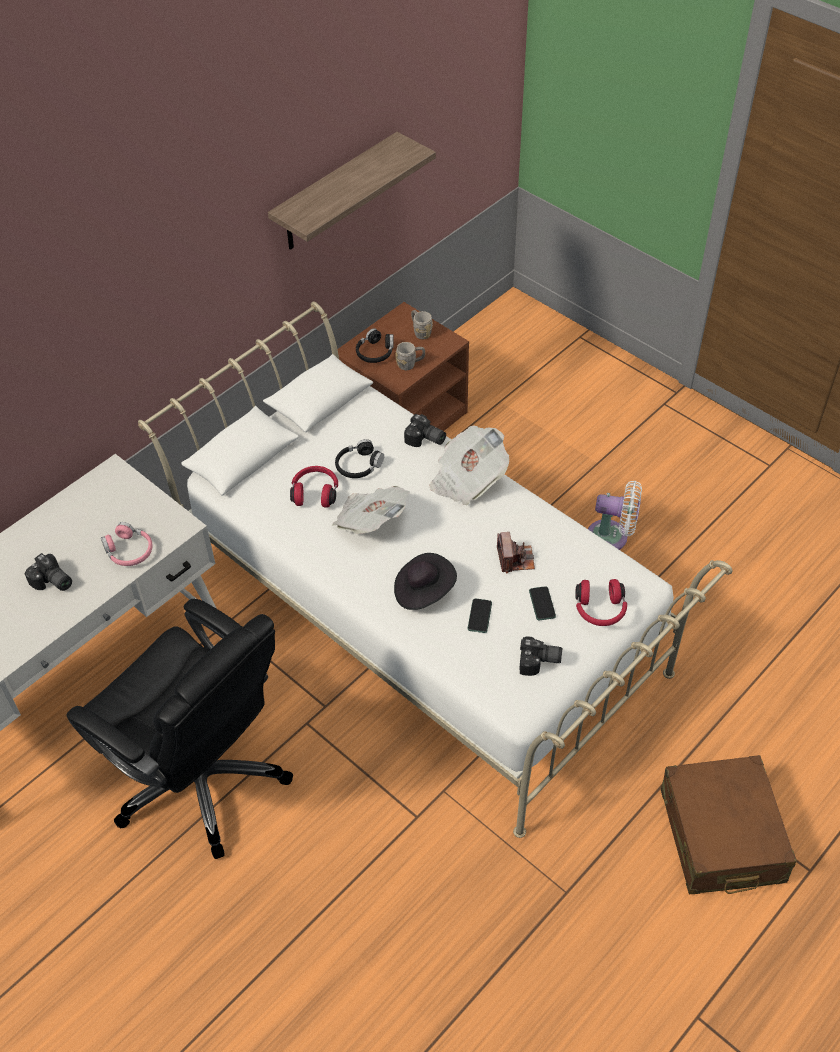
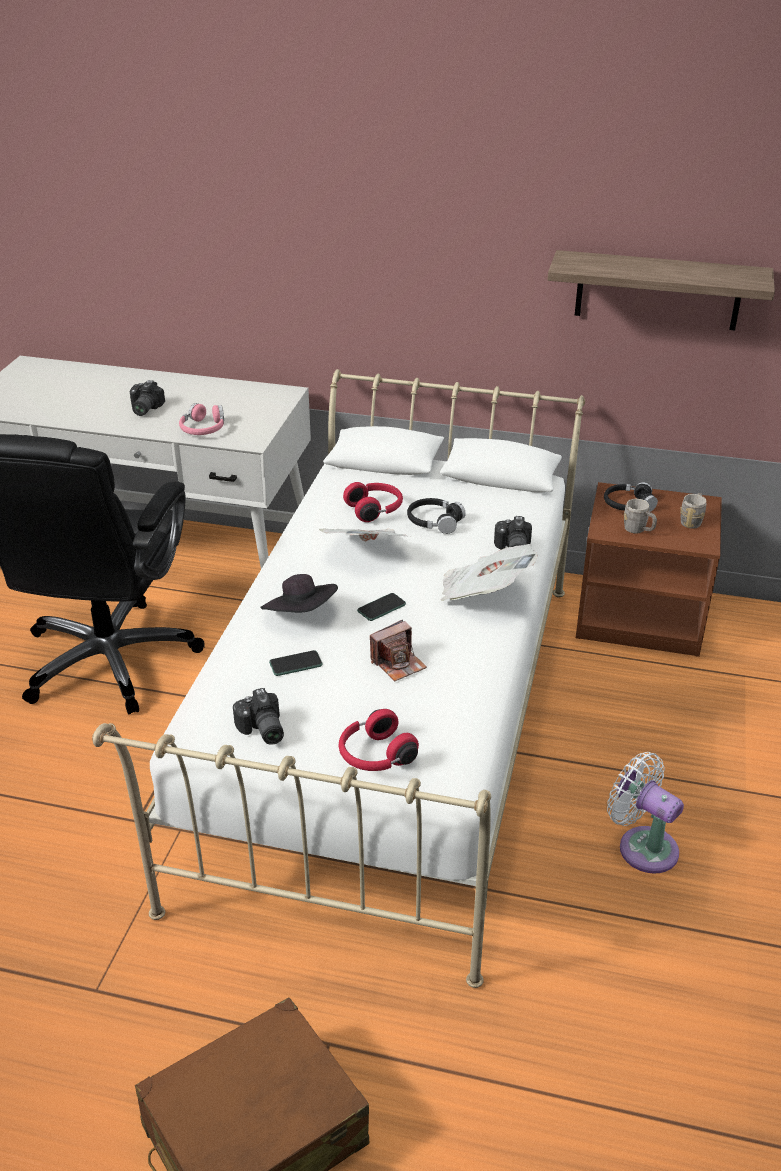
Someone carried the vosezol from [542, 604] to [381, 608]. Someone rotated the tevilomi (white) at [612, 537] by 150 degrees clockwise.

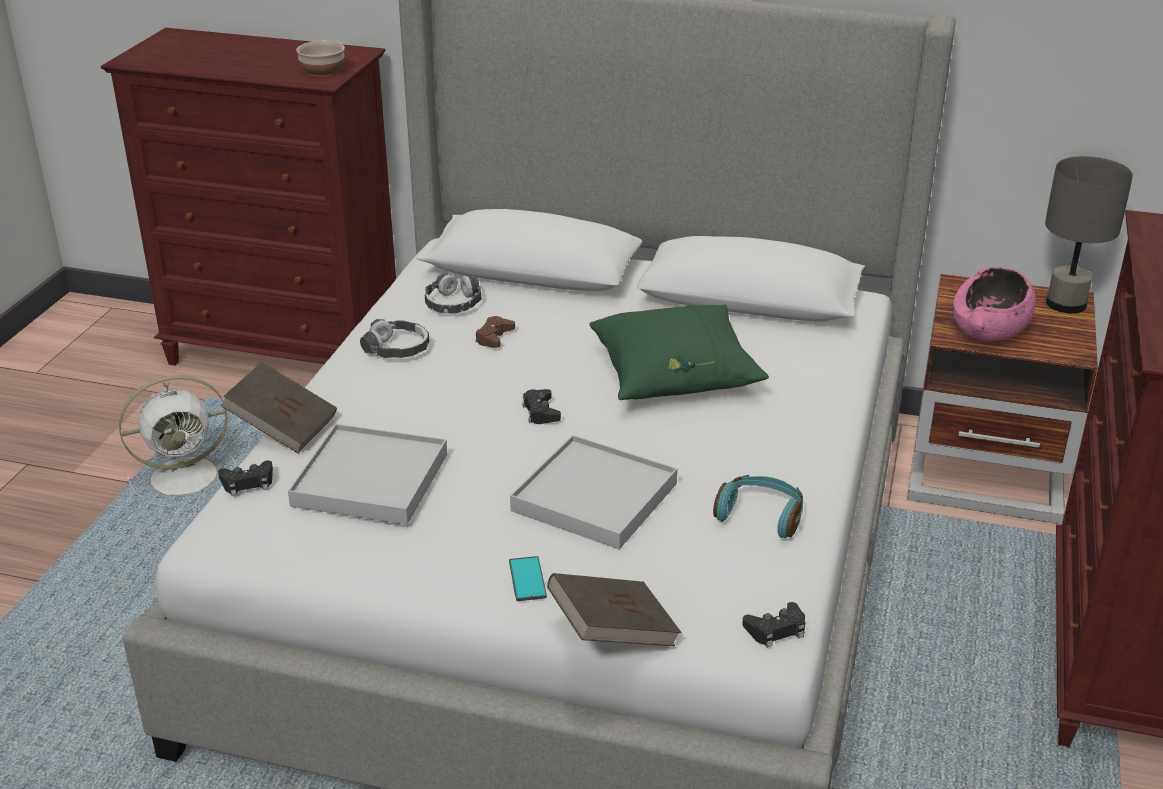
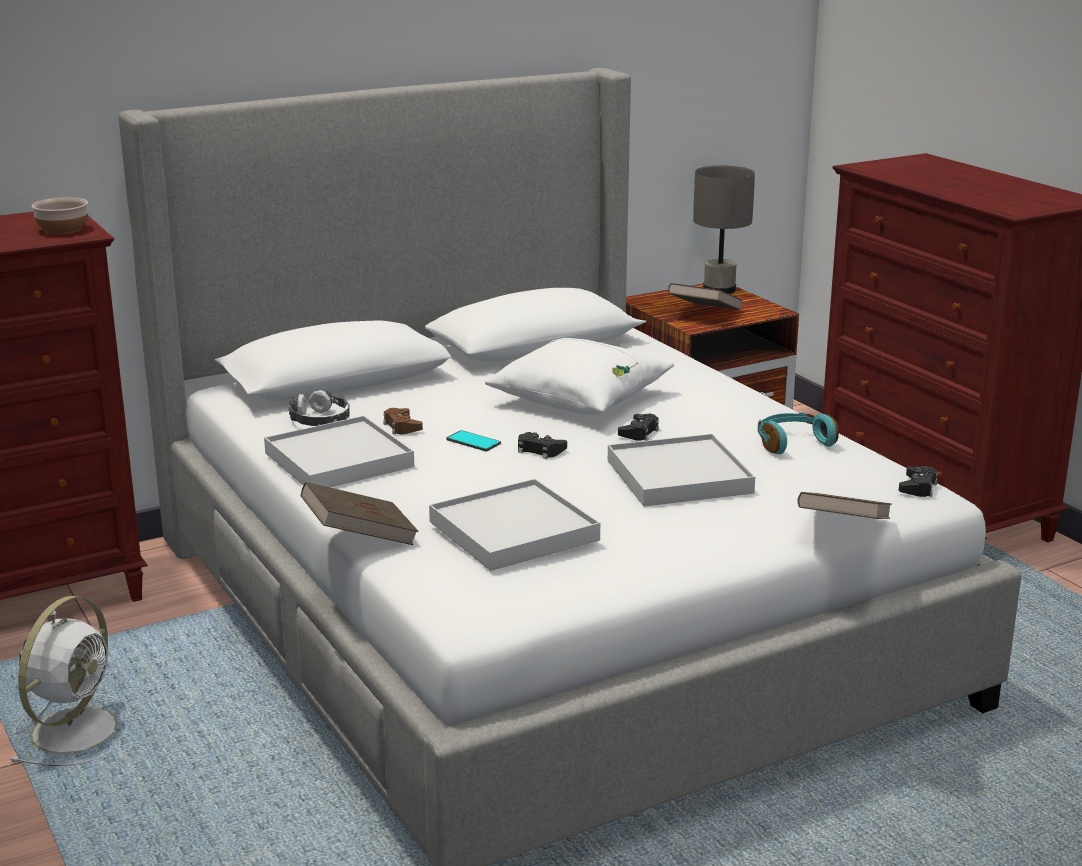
Someone carried the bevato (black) from [248, 482] to [639, 432]. Someone swapped the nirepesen at [397, 348] for the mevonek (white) at [339, 460]. Someone carried the vosezol from [527, 579] to [473, 442]. Someone repainted the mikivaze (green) at [674, 375], which became the mikivaze (white) at [579, 400]. Someone swapped the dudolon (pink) at [990, 328] for the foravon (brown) at [704, 314].

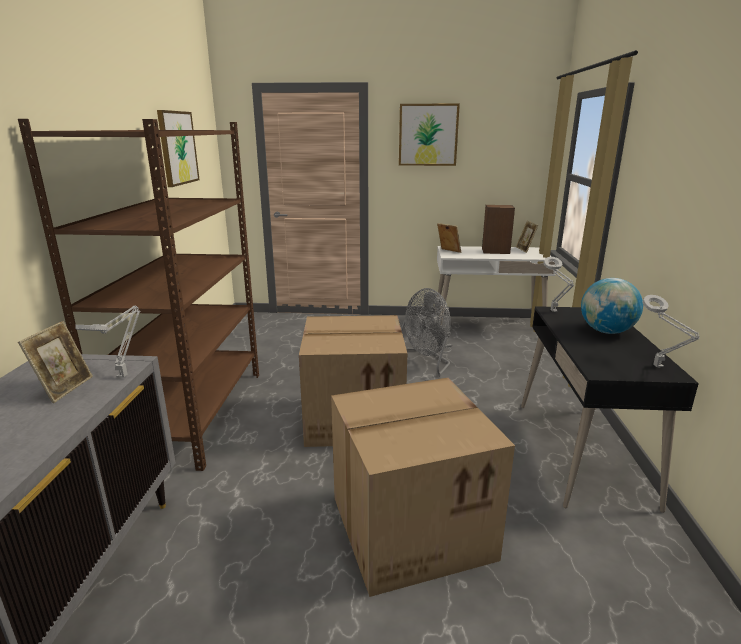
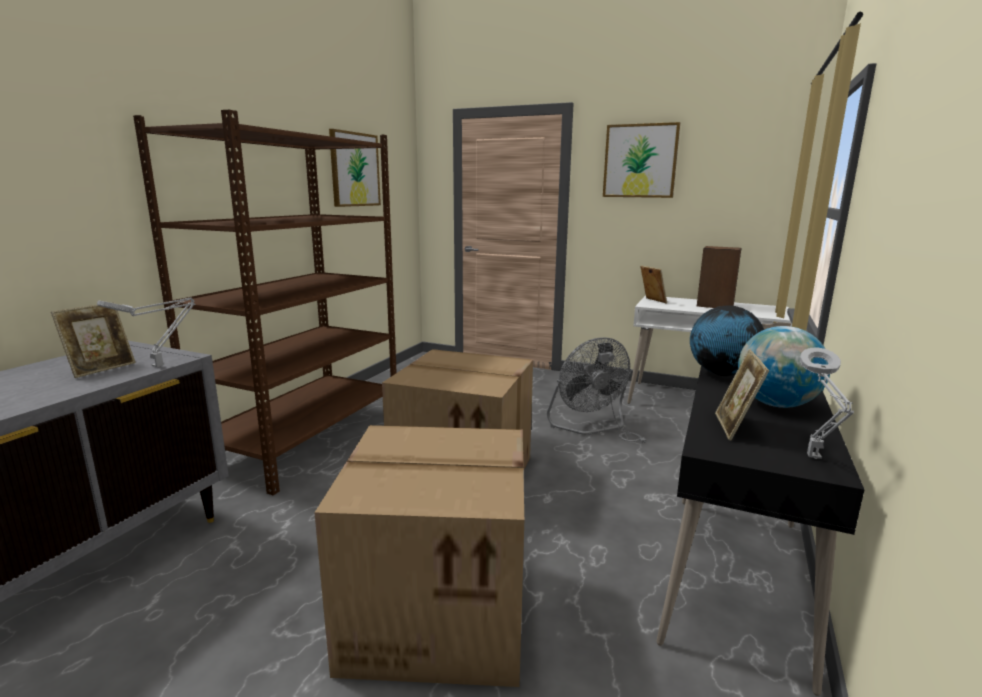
Someone rotated the tevilomi (grey) at [429, 358] by 75 degrees clockwise. Someone carried the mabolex from [525, 250] to [735, 427]. Someone swapped the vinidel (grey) at [554, 312] for the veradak at [721, 374].

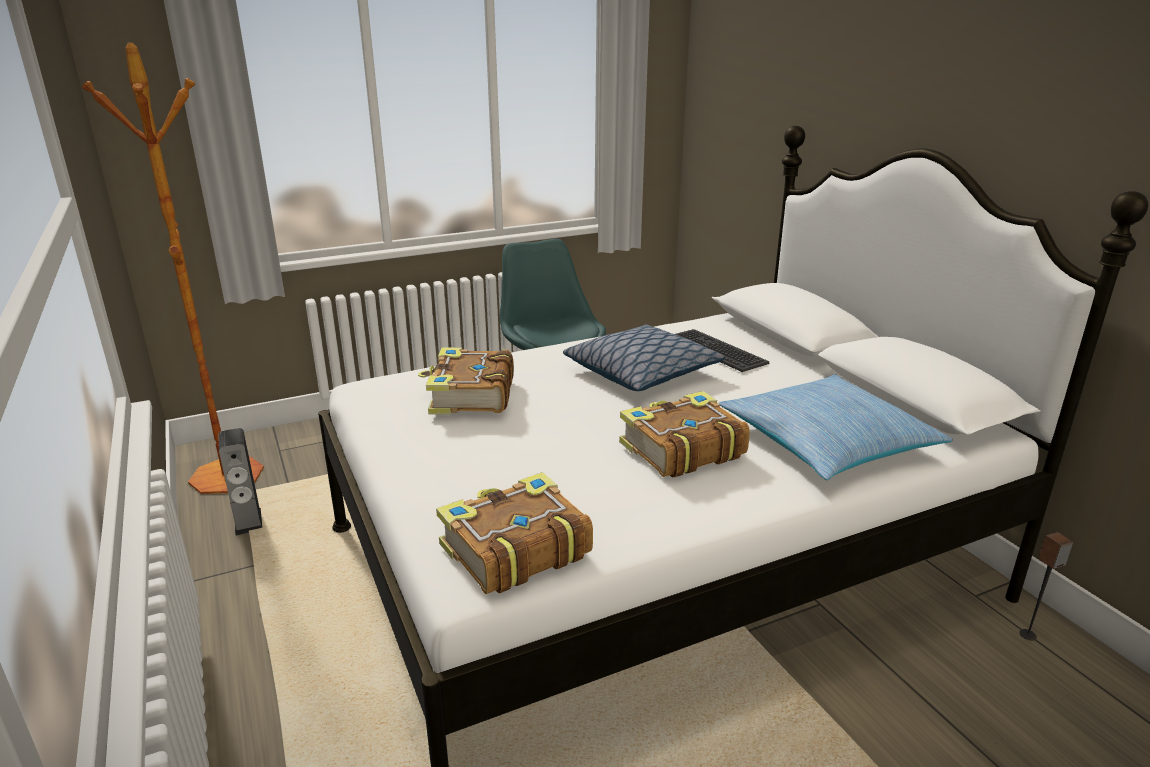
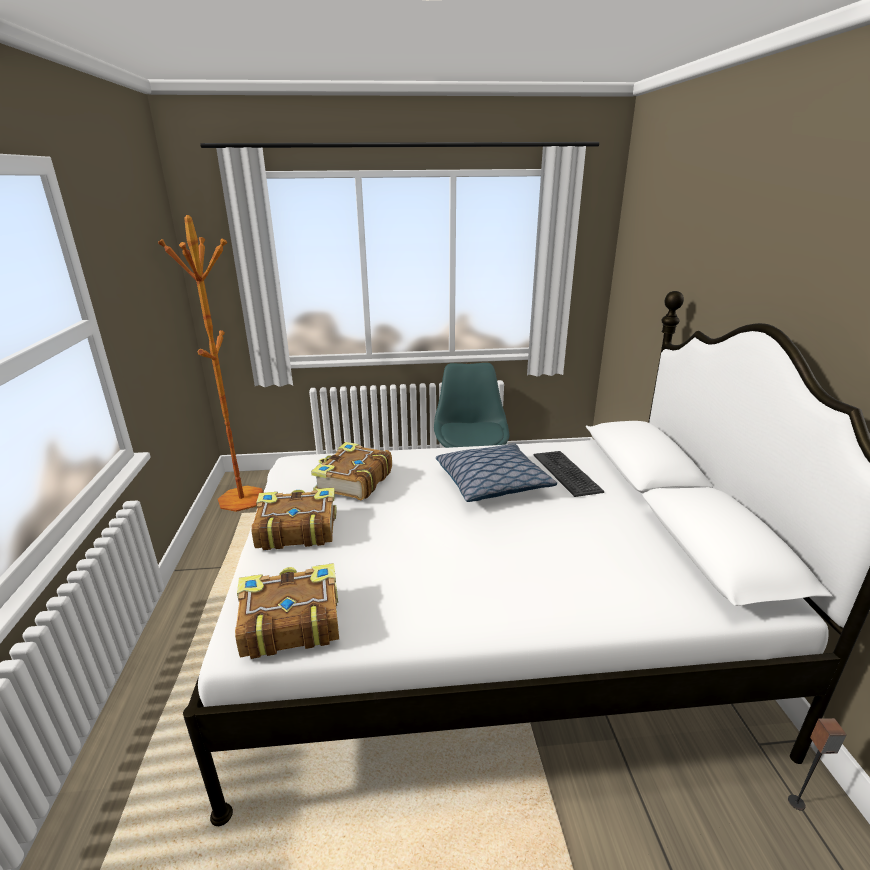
Someone took away the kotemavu at [248, 522]. Someone carried the foravon from [680, 449] to [296, 529]. Someone took away the mikivaze at [827, 441].

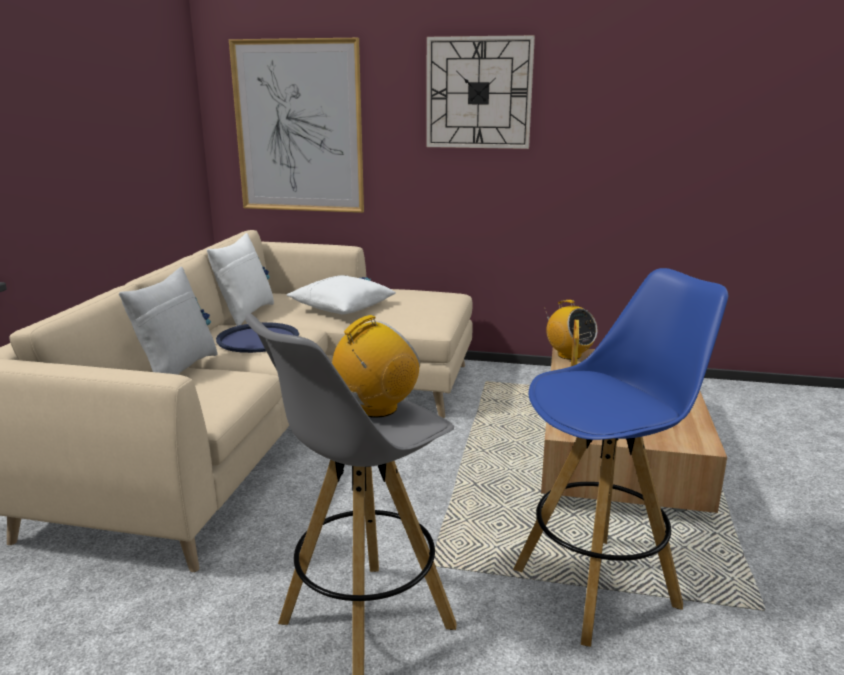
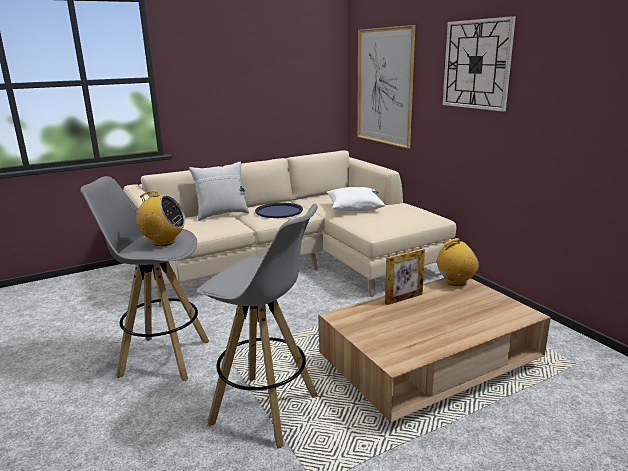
Someone took away the mikivaze (white) at [246, 314]. Someone repainted the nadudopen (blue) at [599, 586], which became the nadudopen (grey) at [266, 410]. Someone rotated the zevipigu at [569, 355] by 120 degrees counterclockwise.

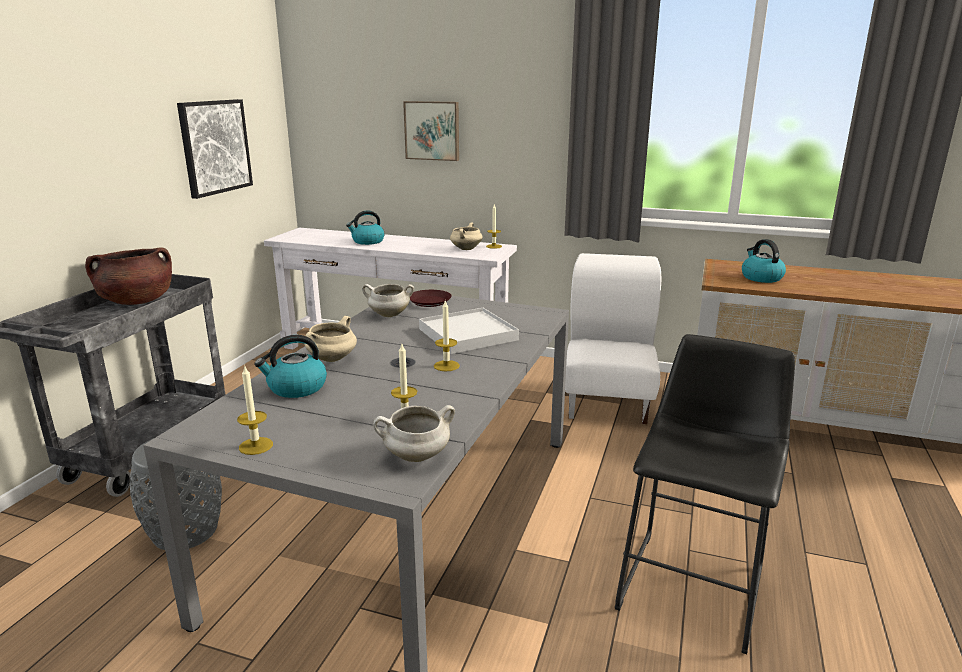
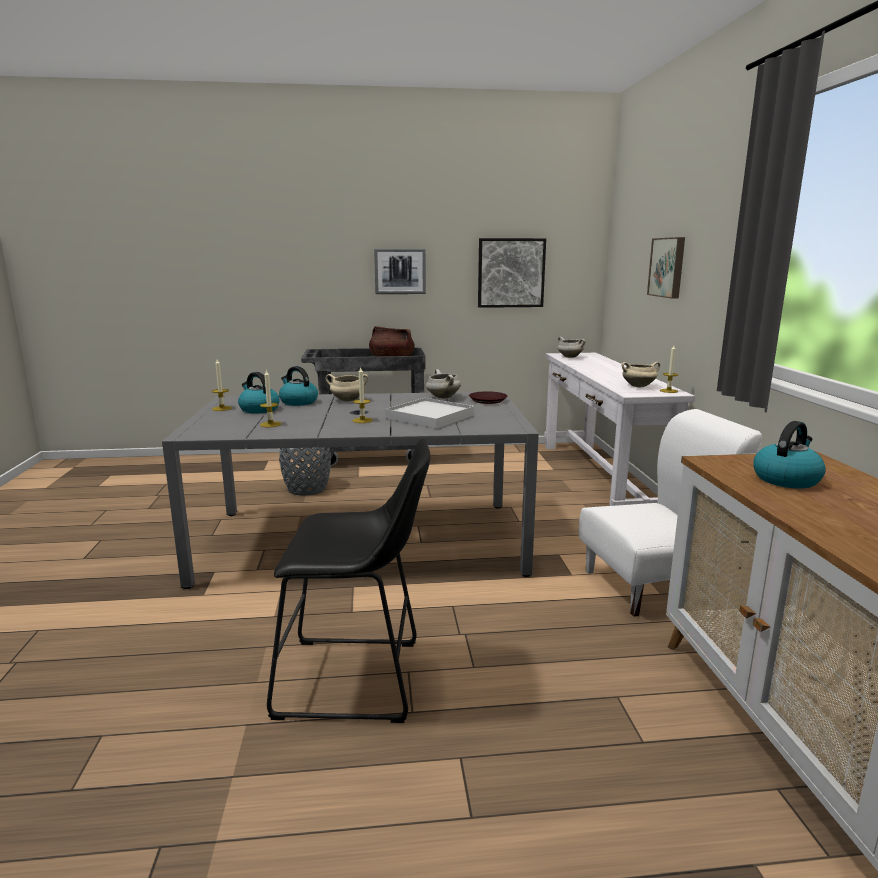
Someone carried the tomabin from [367, 241] to [258, 409]. Someone carried the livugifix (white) from [416, 457] to [569, 357]. Someone put up the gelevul at [400, 271].

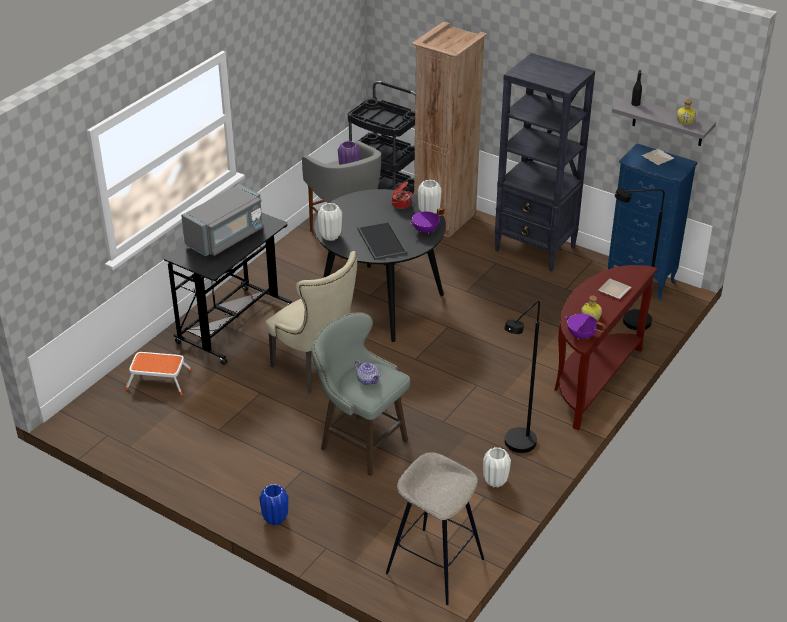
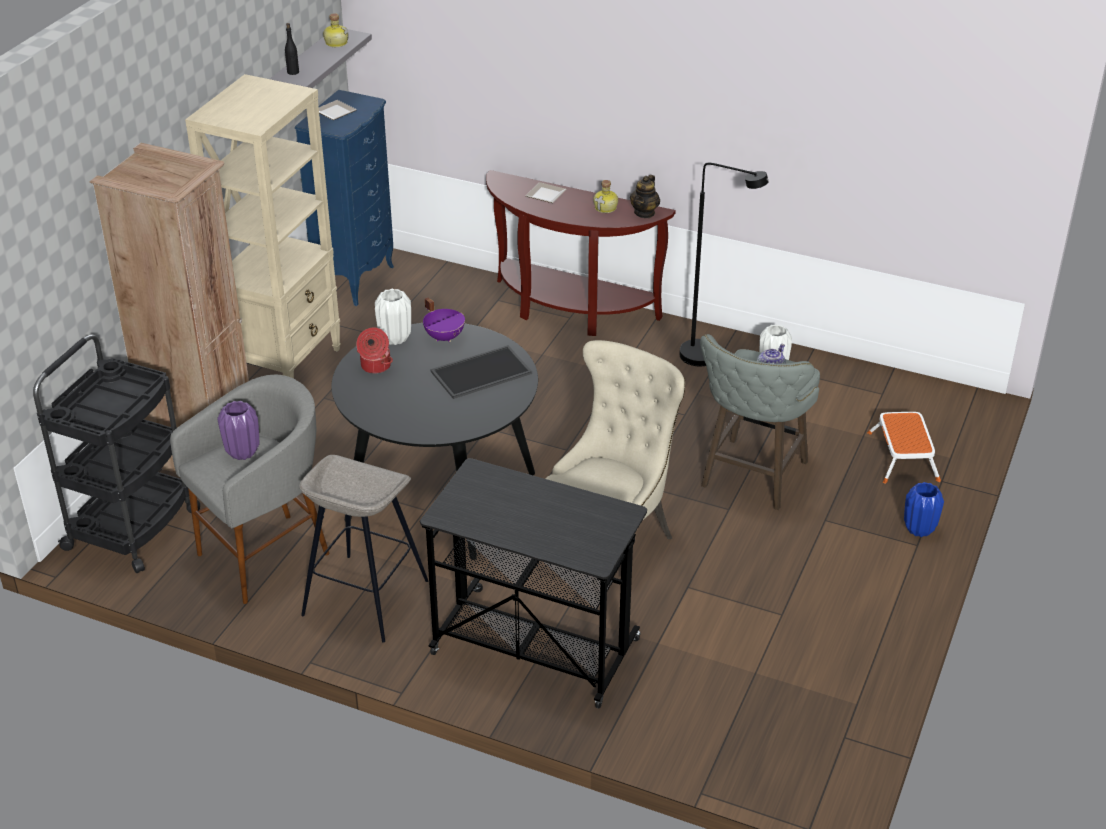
Someone carried the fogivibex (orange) from [159, 379] to [902, 456]. Someone took away the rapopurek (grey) at [226, 237]. Someone took away the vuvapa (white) at [330, 236]. Someone carried the nadudopen (grey) from [435, 565] to [364, 598]. Someone repainted the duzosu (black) at [535, 249], which became the duzosu (beige) at [285, 365]. Someone swapped the livugifix (purple) at [581, 336] for the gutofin at [644, 213]. Someone took away the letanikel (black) at [629, 322].

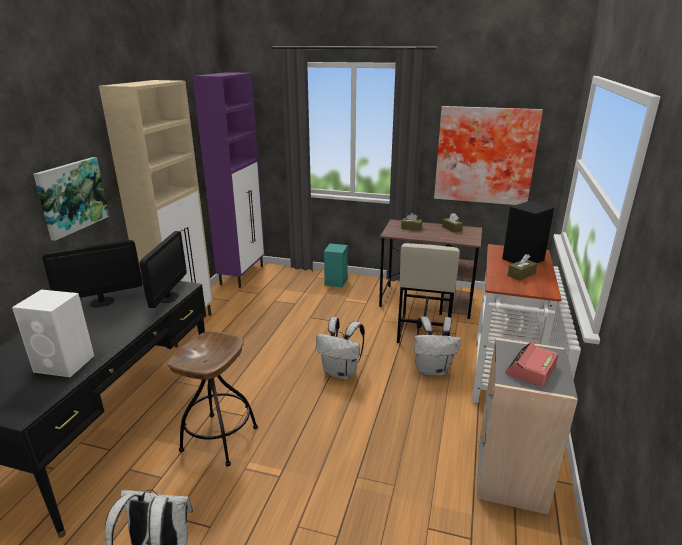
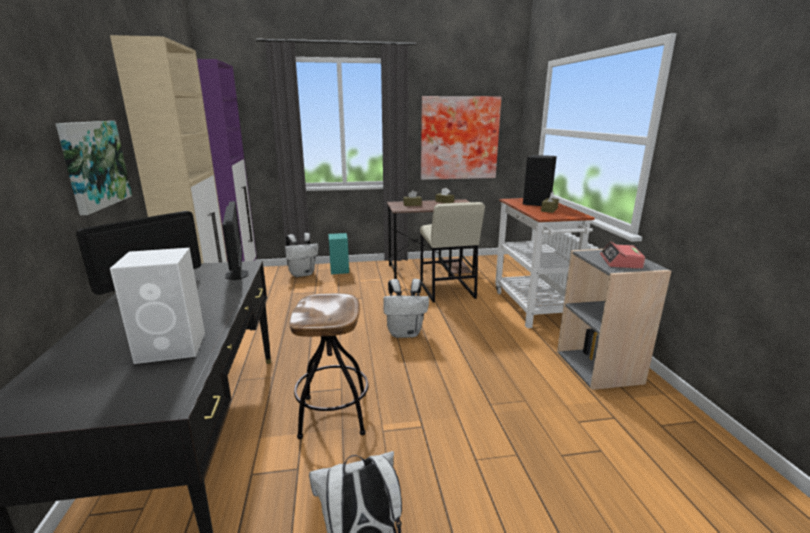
Someone carried the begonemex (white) from [432, 369] to [302, 274].

